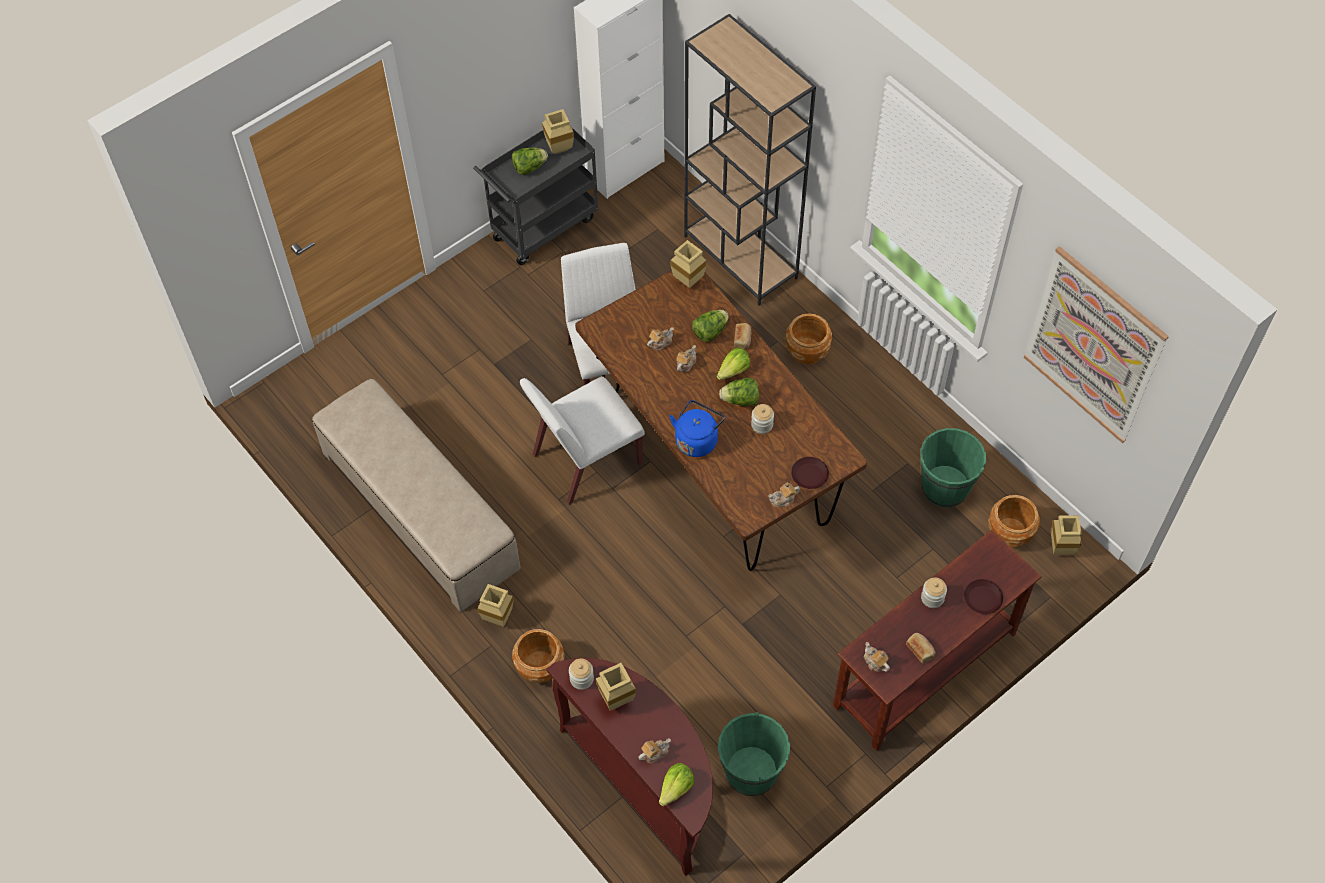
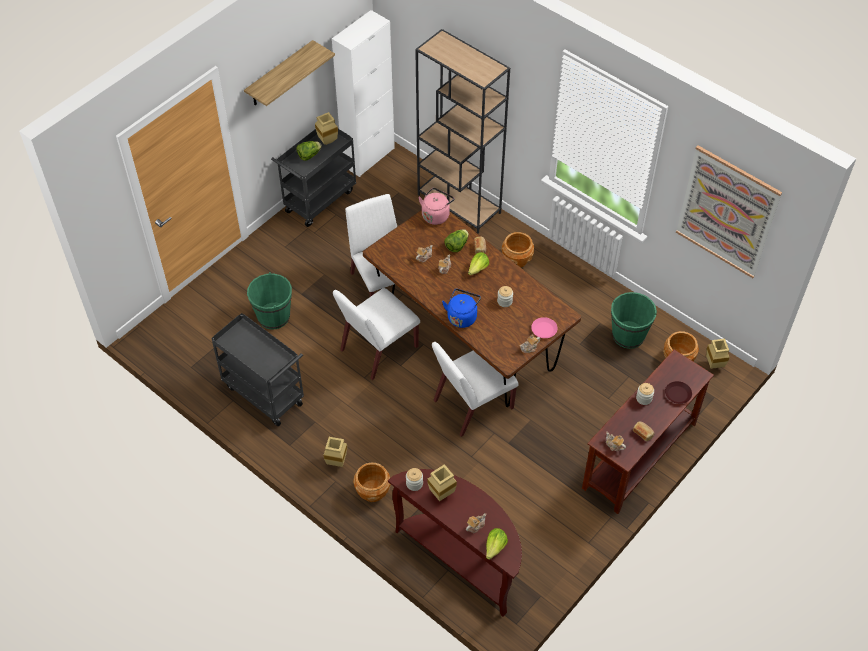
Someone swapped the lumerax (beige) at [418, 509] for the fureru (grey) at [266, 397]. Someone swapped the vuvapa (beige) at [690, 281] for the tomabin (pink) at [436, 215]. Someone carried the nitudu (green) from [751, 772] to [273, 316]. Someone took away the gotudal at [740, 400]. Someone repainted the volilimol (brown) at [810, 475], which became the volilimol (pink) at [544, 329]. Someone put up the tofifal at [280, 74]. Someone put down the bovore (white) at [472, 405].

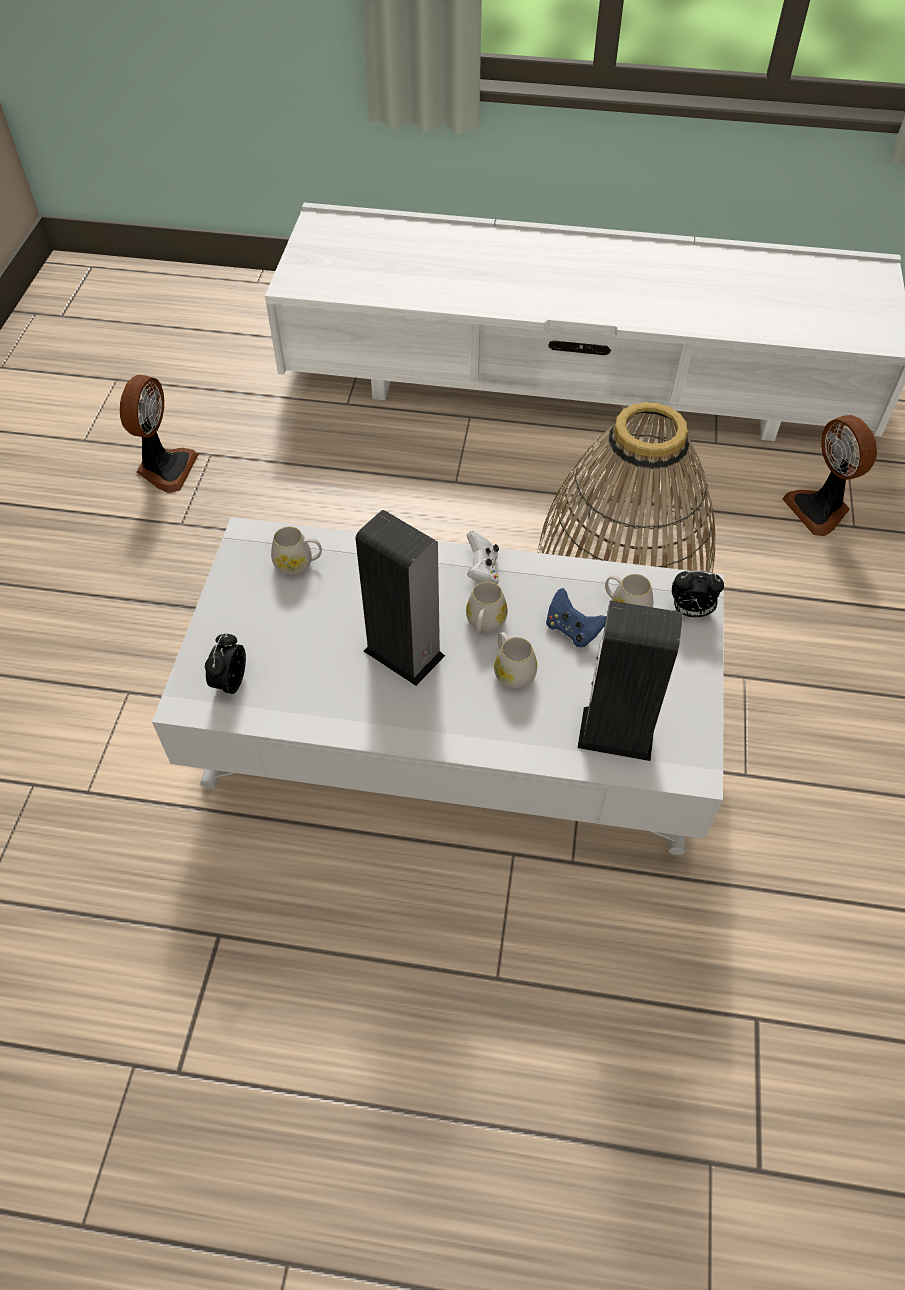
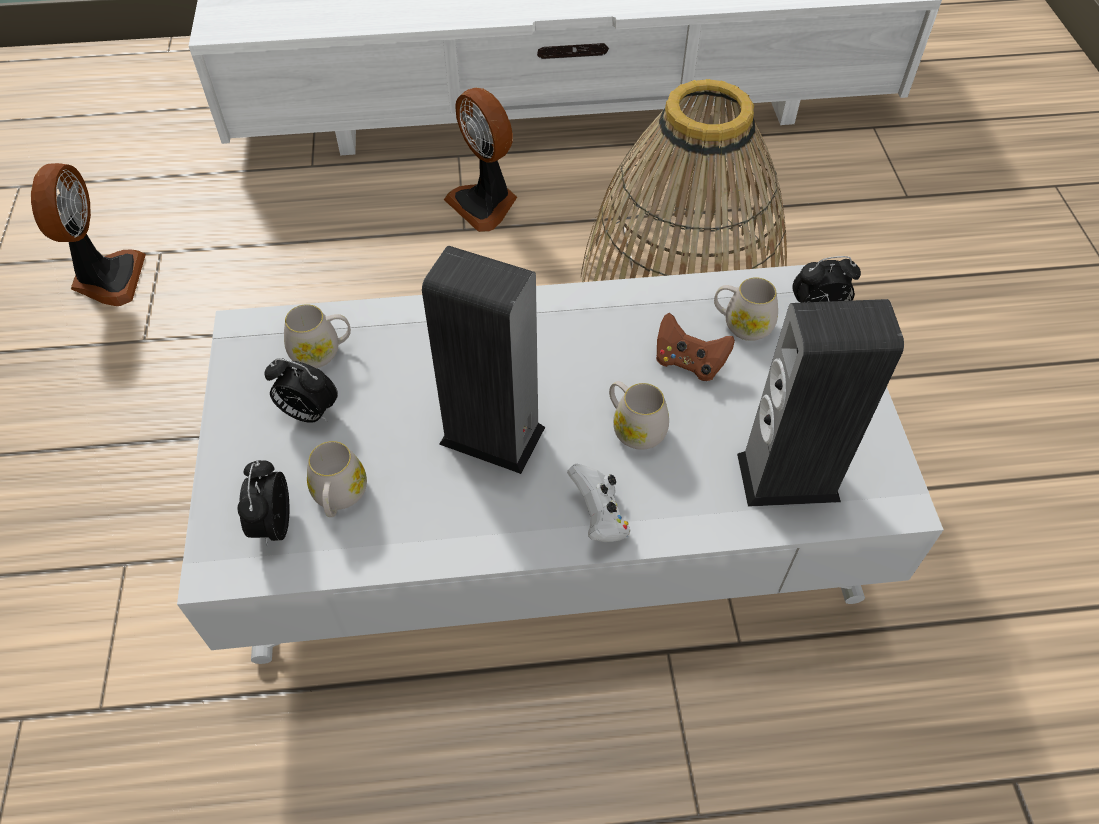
Someone carried the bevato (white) from [482, 571] to [599, 517]. Someone carried the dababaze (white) from [484, 624] to [339, 497]. Someone repainted the bevato (blue) at [572, 630], which became the bevato (brown) at [689, 362]. Someone carried the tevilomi from [819, 509] to [485, 203]. Someone put down the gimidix at [308, 413].

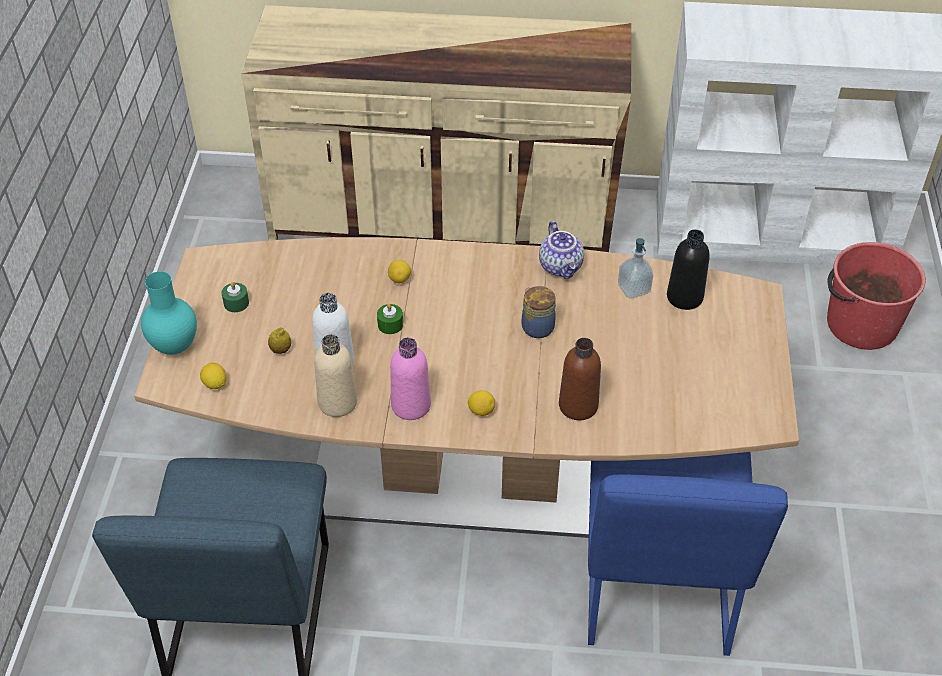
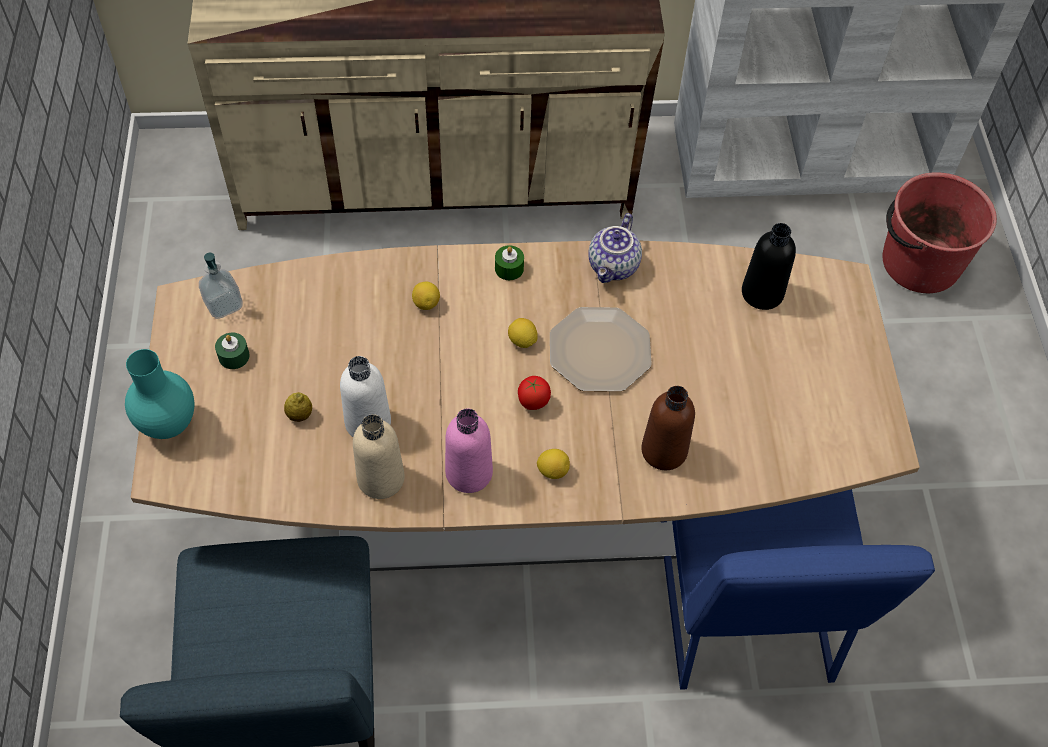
Someone carried the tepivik from [215, 384] to [522, 341]. Someone carried the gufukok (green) from [390, 324] to [509, 268]. Someone swapped the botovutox at [536, 327] for the volilimol at [598, 350]. Someone rotated the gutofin at [561, 267] by 45 degrees clockwise. Someone carried the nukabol from [633, 289] to [224, 305]. Someone put down the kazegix at [533, 403].

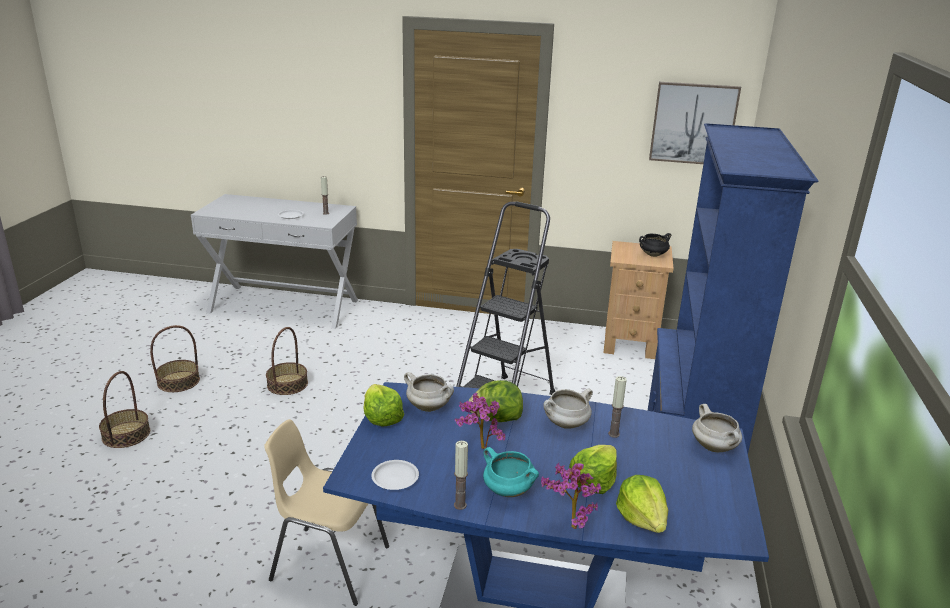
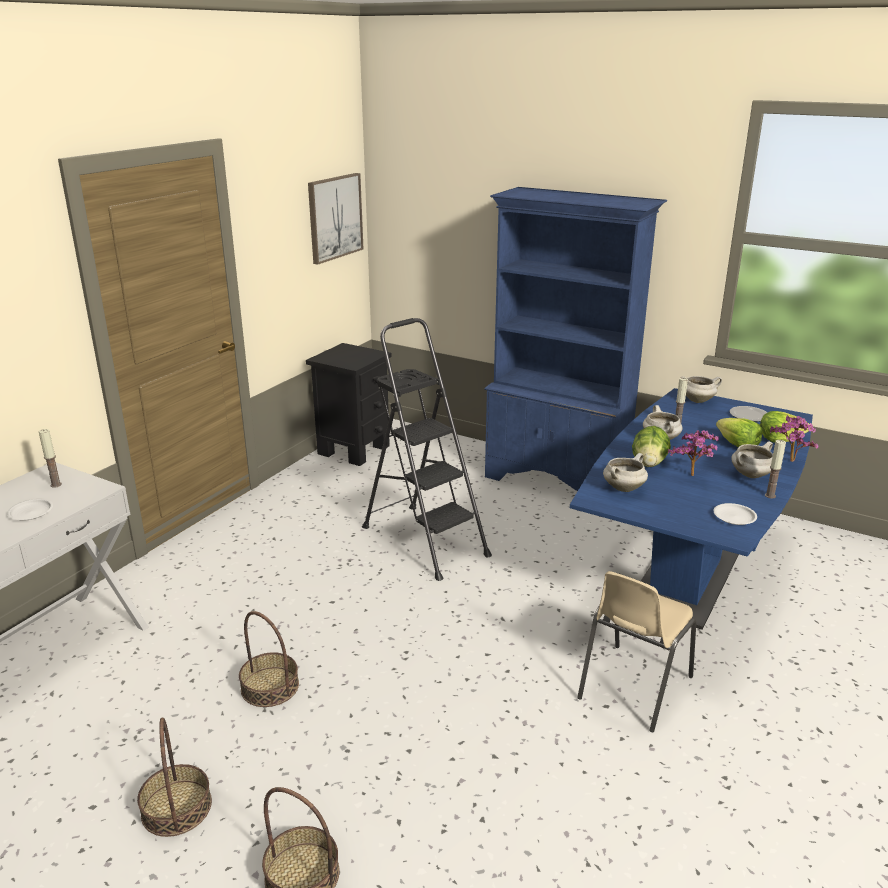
Someone took away the gotudal at [381, 418]. Someone repainted the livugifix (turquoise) at [507, 491], which became the livugifix (white) at [750, 475]. Someone repainted the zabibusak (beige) at [630, 344], which became the zabibusak (black) at [355, 450]. Someone took away the livugifix (black) at [653, 255]. Someone put down the volilimol at [748, 415].

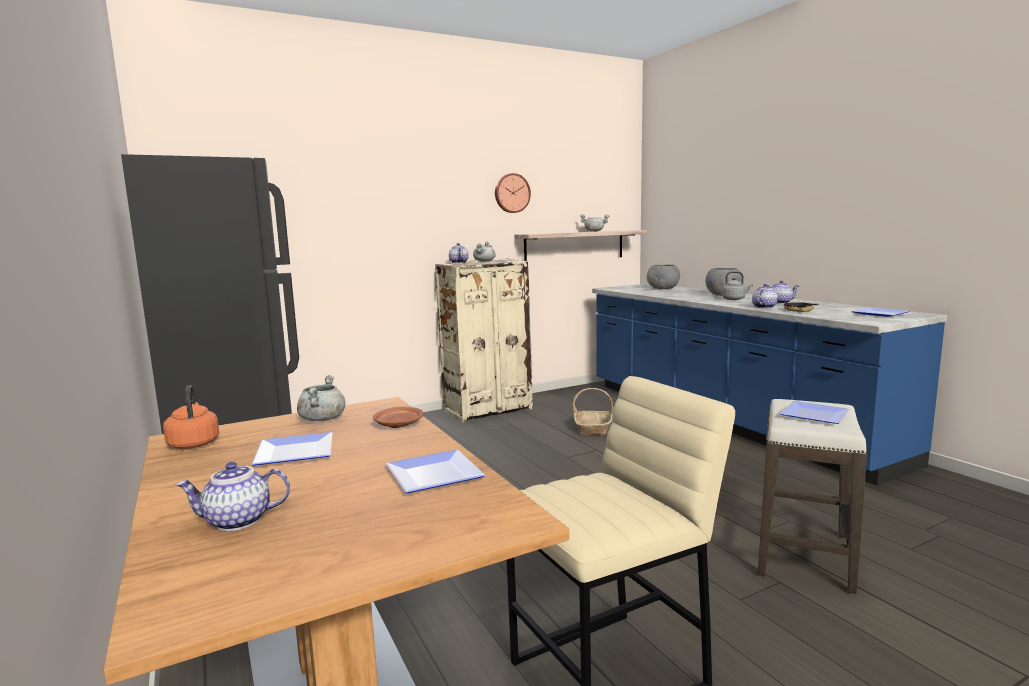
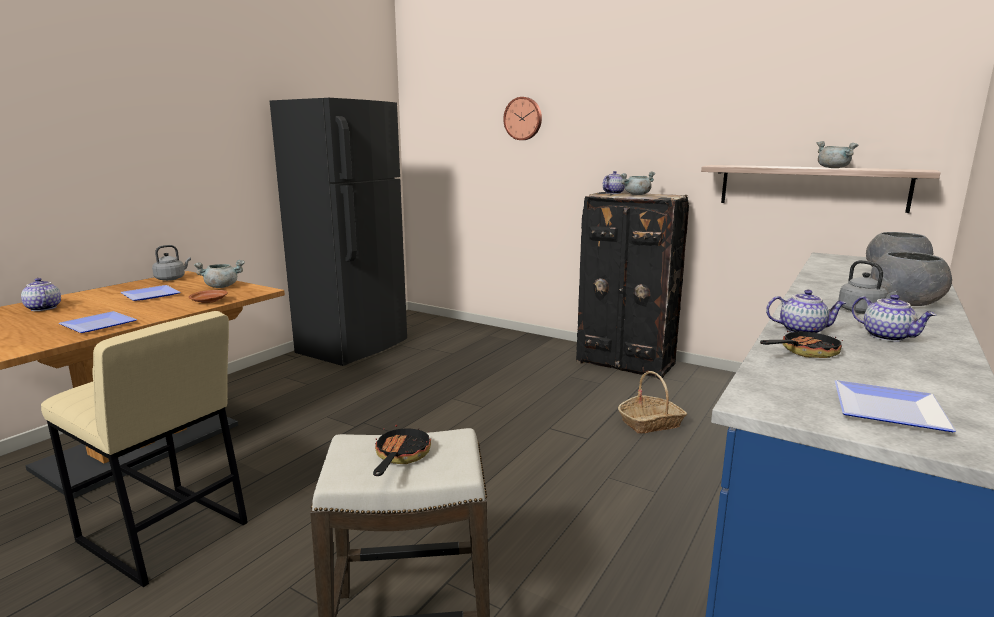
Someone repainted the tomabin (orange) at [194, 443], which became the tomabin (grey) at [172, 278]. Someone repainted the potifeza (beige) at [488, 409], which became the potifeza (black) at [626, 363]. Someone carried the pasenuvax from [511, 193] to [523, 118]. Someone swapped the volilimol at [816, 416] for the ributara at [400, 457].

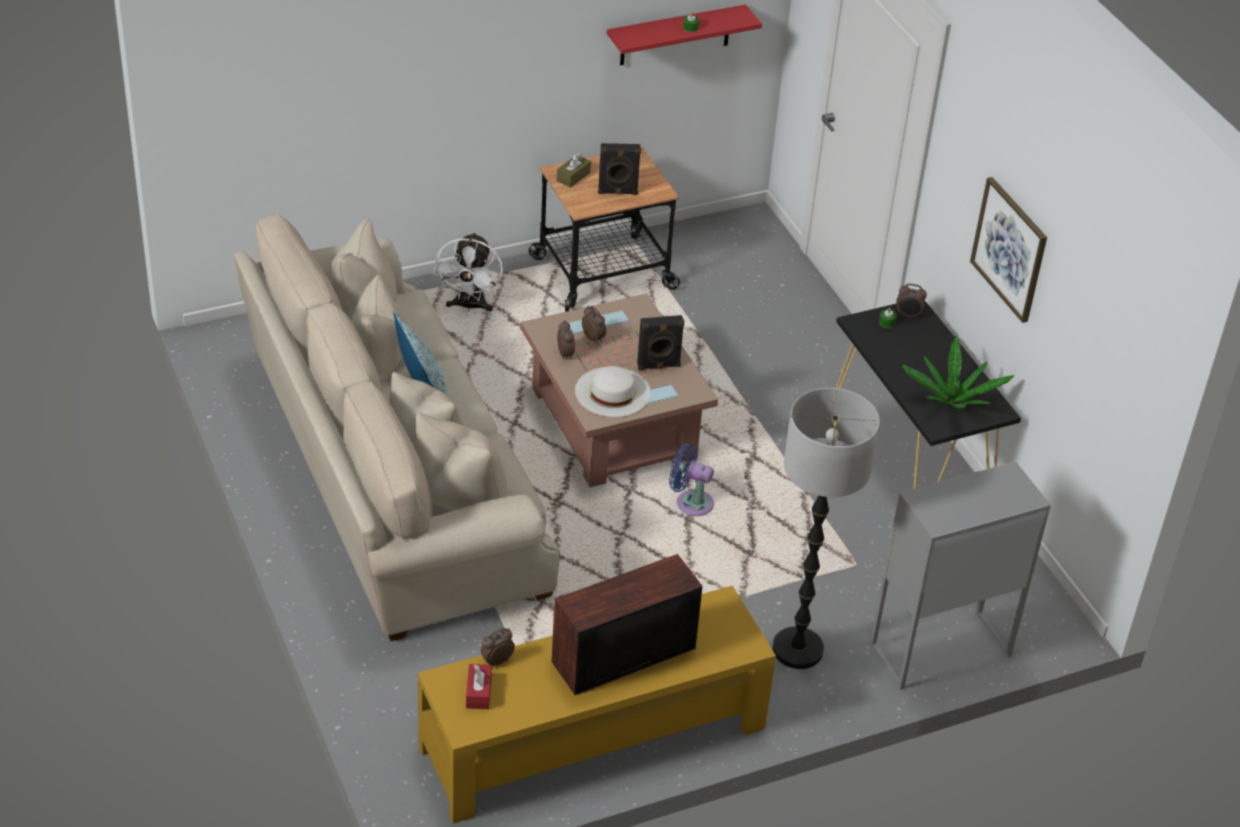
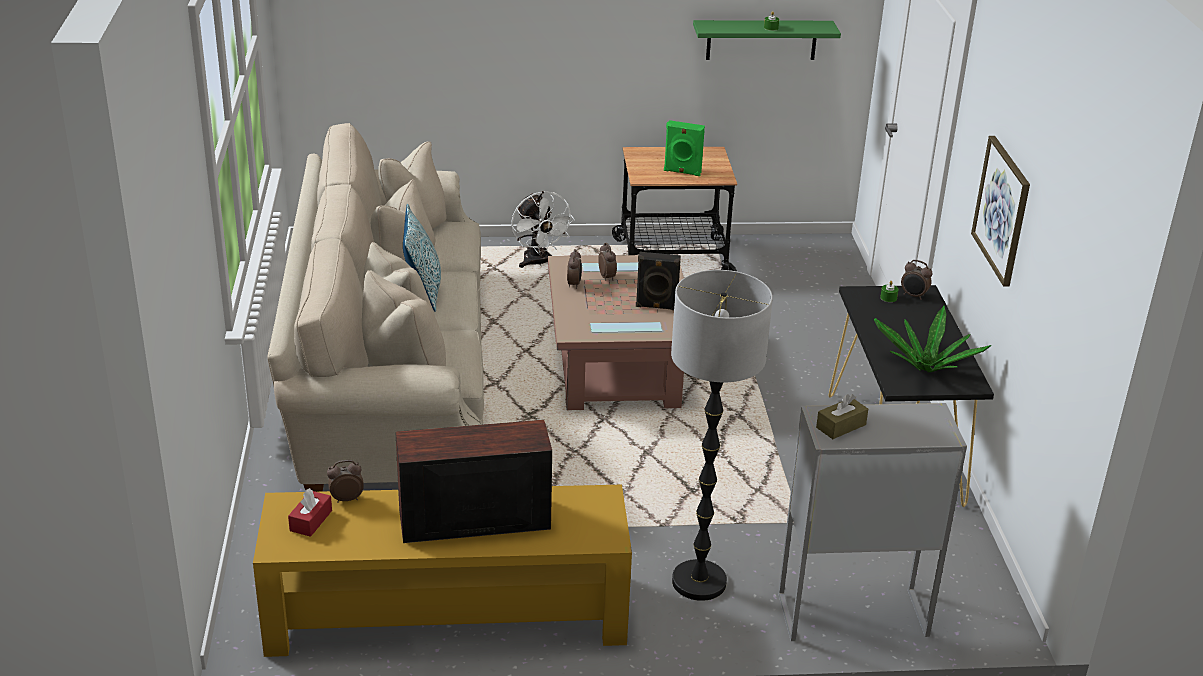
Someone rotated the tevilomi (white) at [469, 306] by 45 degrees counterclockwise. Someone carried the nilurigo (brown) from [573, 177] to [841, 426]. Someone took away the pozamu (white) at [612, 392]. Someone repainted the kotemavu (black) at [617, 192], which became the kotemavu (green) at [682, 172]. Someone repainted the tofifal (red) at [675, 35], which became the tofifal (green) at [761, 40]. Someone took away the tevilomi (blue) at [690, 502].

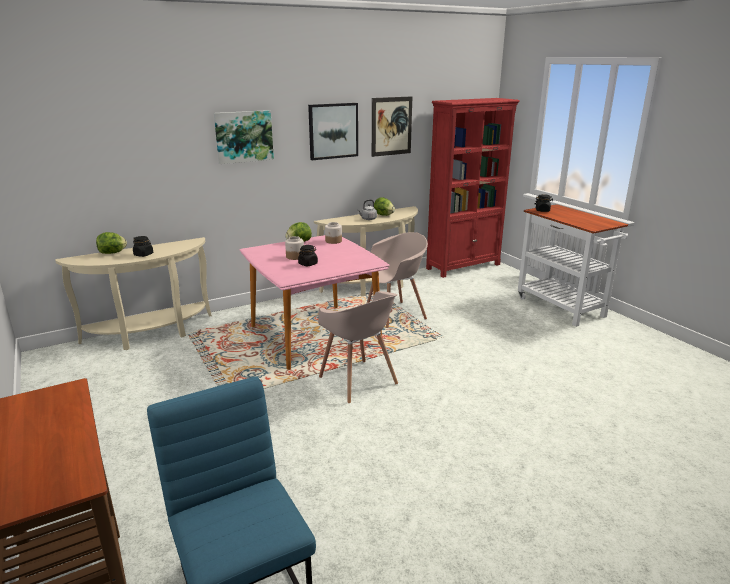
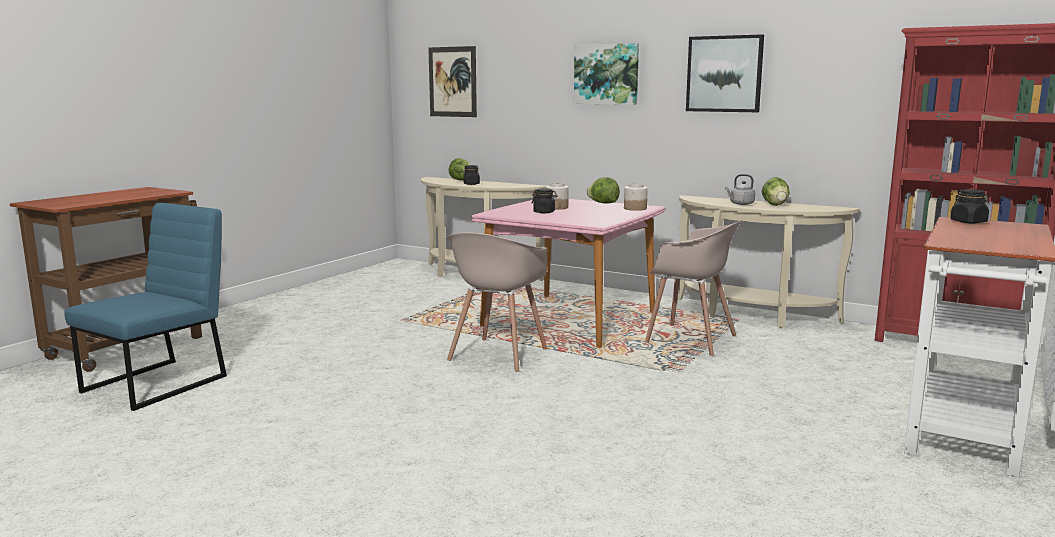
Someone carried the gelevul from [391, 126] to [452, 82].

